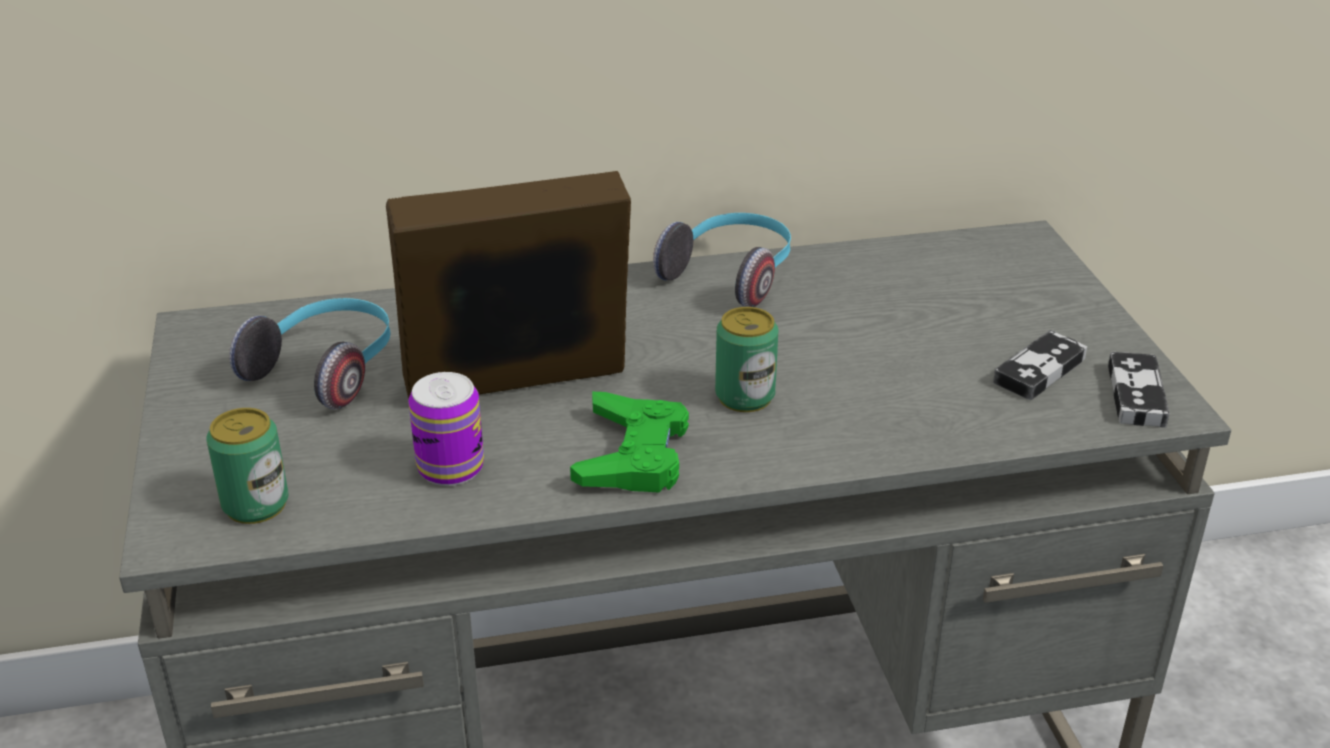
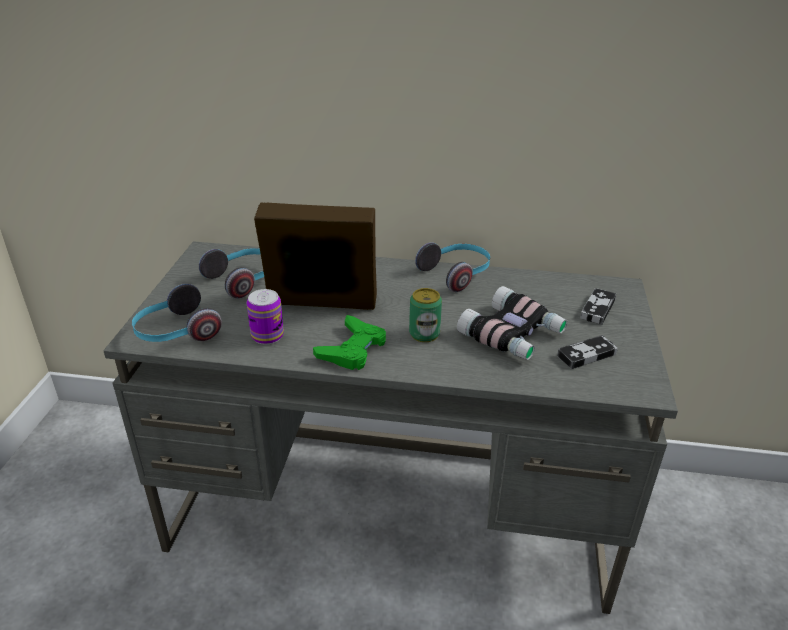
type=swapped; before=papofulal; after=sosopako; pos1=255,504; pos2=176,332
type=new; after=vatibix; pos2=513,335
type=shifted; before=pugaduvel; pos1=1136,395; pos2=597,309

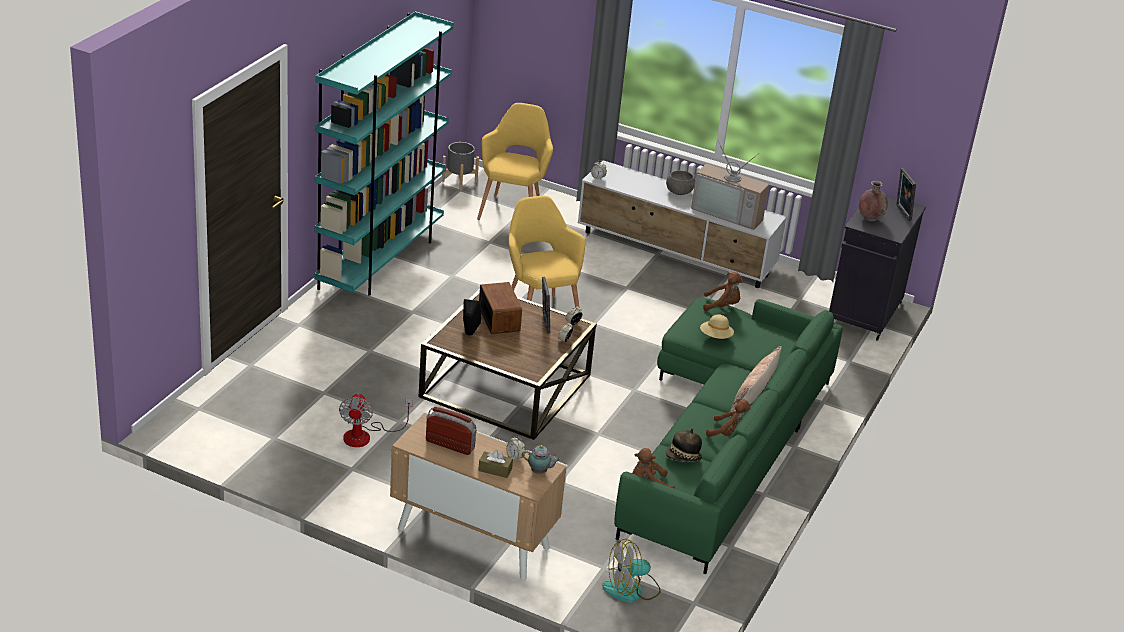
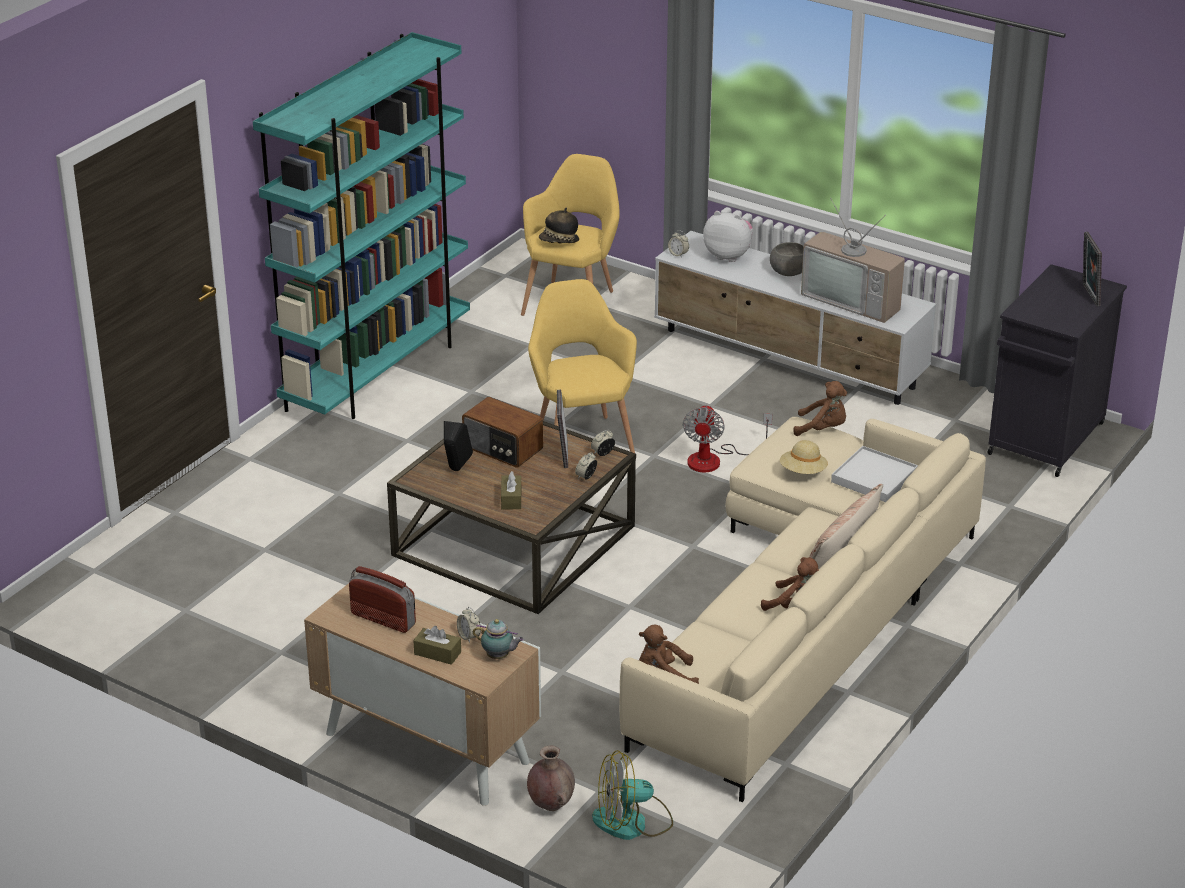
type=rotated; before=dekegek; pos1=500,319; pos2=502,449; turn=135
type=new; after=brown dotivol; pos2=511,499
type=shifted; before=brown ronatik; pos1=869,219; pos2=550,804
type=shifted; before=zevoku; pos1=683,457; pos2=559,241
type=repainted; before=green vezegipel; after=beige vezegipel; pos1=723,440; pos2=804,616
type=shifted; before=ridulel; pos1=365,436; pos2=714,459
type=new; after=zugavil; pos2=728,255
type=new; after=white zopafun; pos2=874,477
type=gone; before=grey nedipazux; pos1=459,181

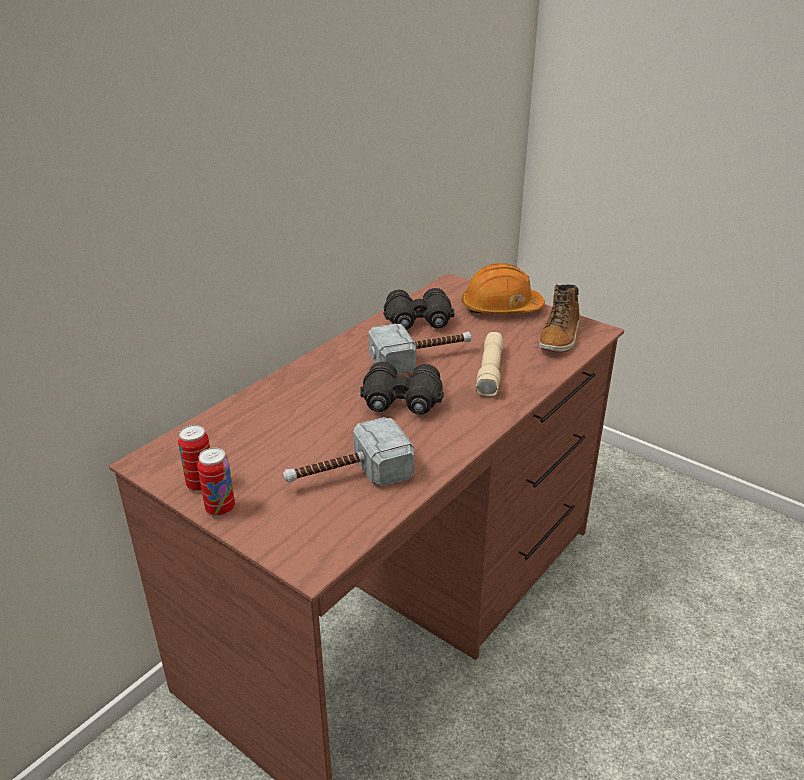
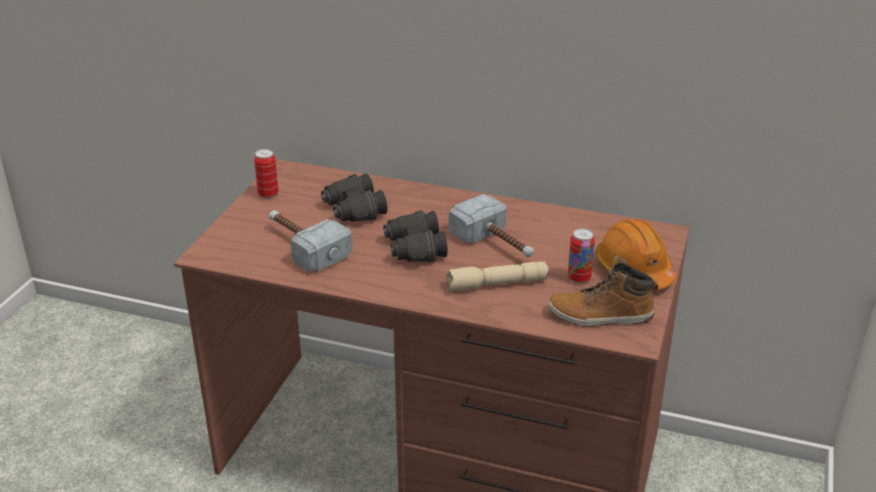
type=shifted; before=black vatibix; pos1=419,322; pos2=353,210
type=shifted; before=papofulal; pos1=220,509; pos2=579,278

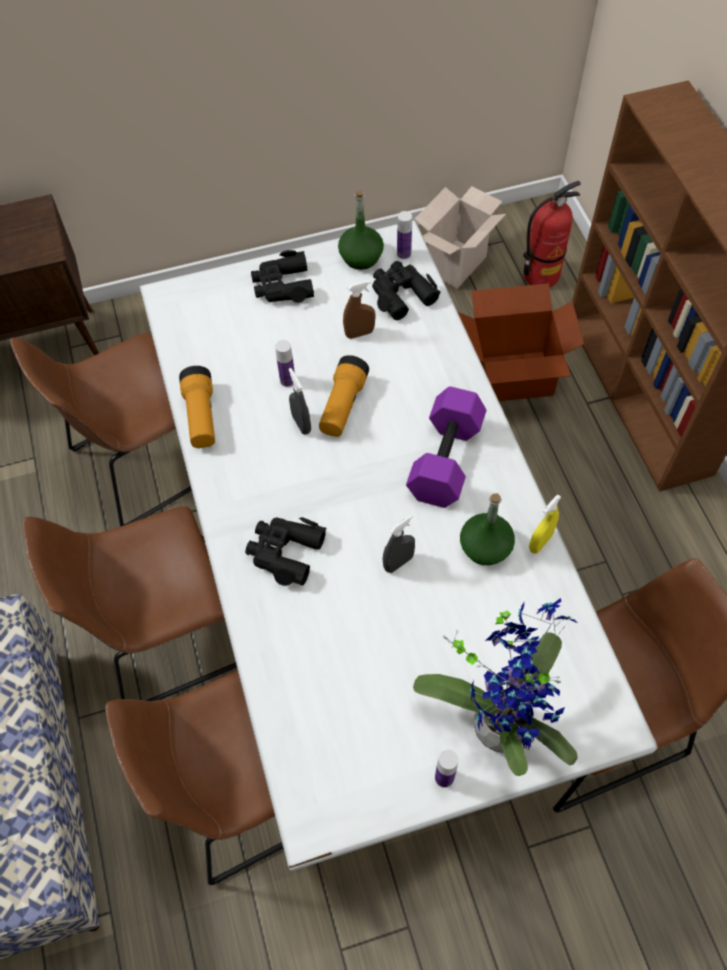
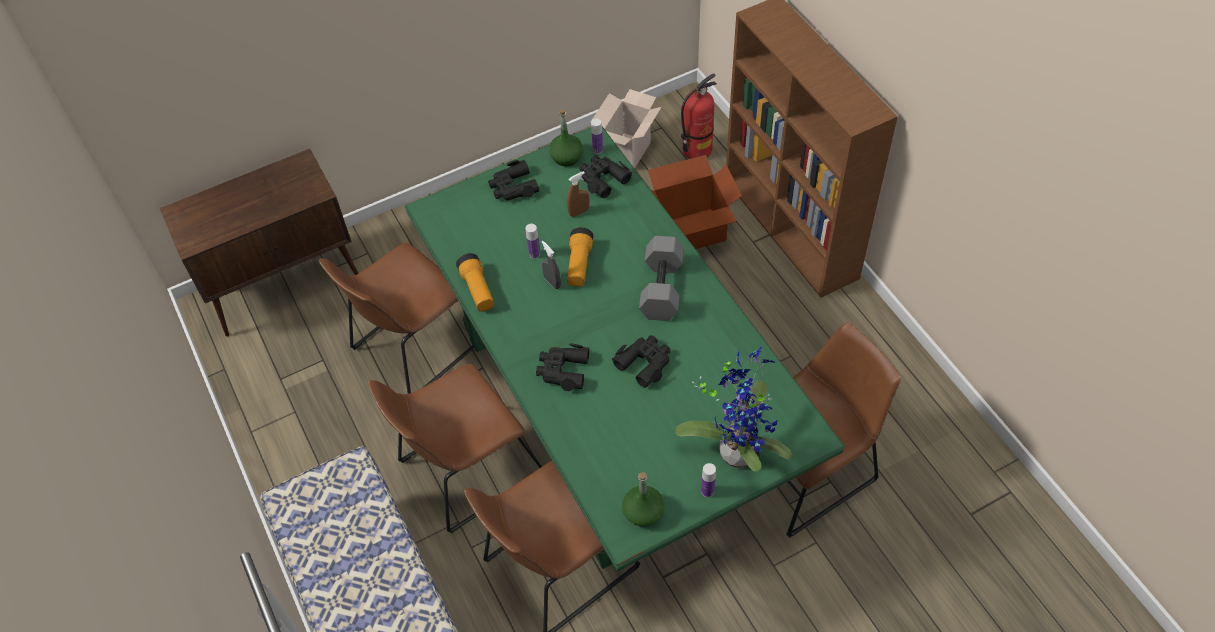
type=repainted; before=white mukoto; after=green mukoto; pos1=363,586; pos2=610,408
type=swapped; before=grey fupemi; after=black vatibix; pos1=398,562; pos2=644,362
type=shifted; before=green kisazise; pos1=485,547; pos2=643,512
type=repainted; before=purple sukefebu; after=grey sukefebu; pos1=447,461; pos2=663,289
type=gone; before=yellow fupemi; pos1=540,542

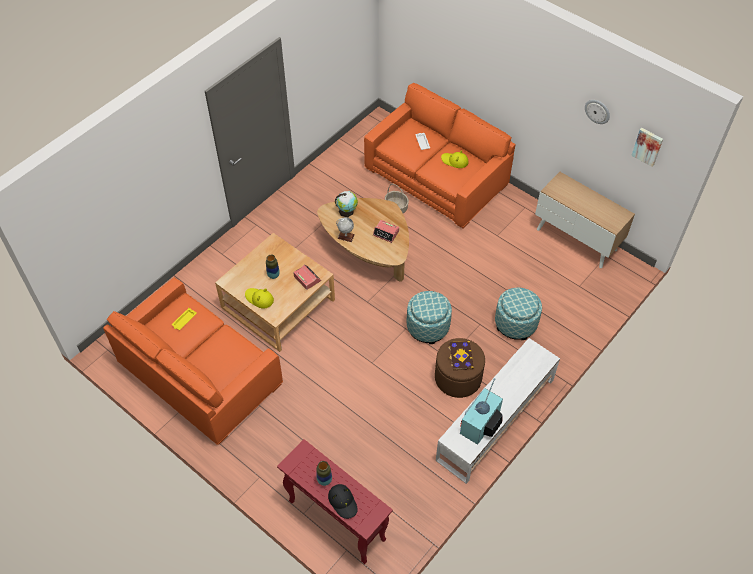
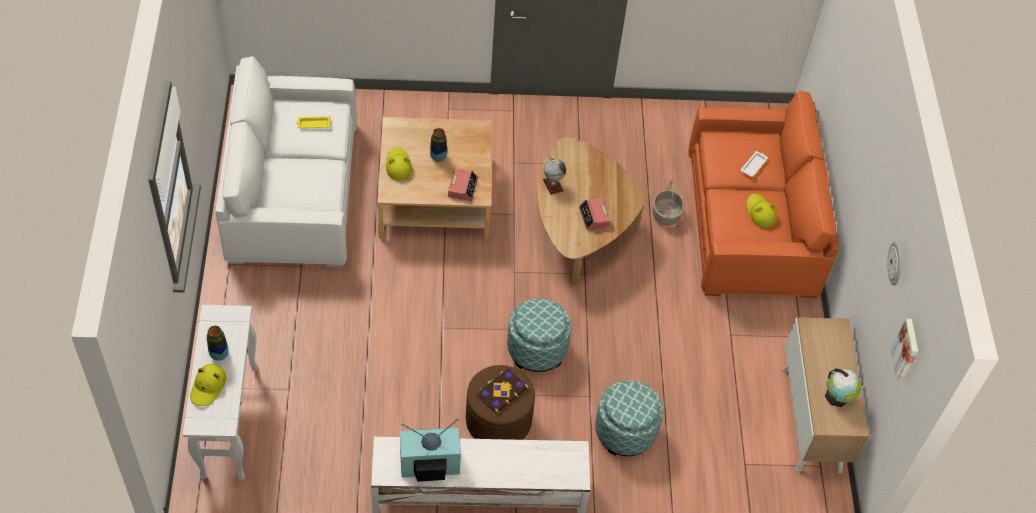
type=repainted; before=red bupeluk; after=white bupeluk; pos1=336,520; pos2=229,421
type=repainted; before=black zevoku; after=yellow zevoku; pos1=343,502; pos2=208,387
type=repainted; before=orange vezegipel; after=white vezegipel; pos1=199,373; pos2=292,191
type=shifted; before=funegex; pos1=347,211; pos2=838,397

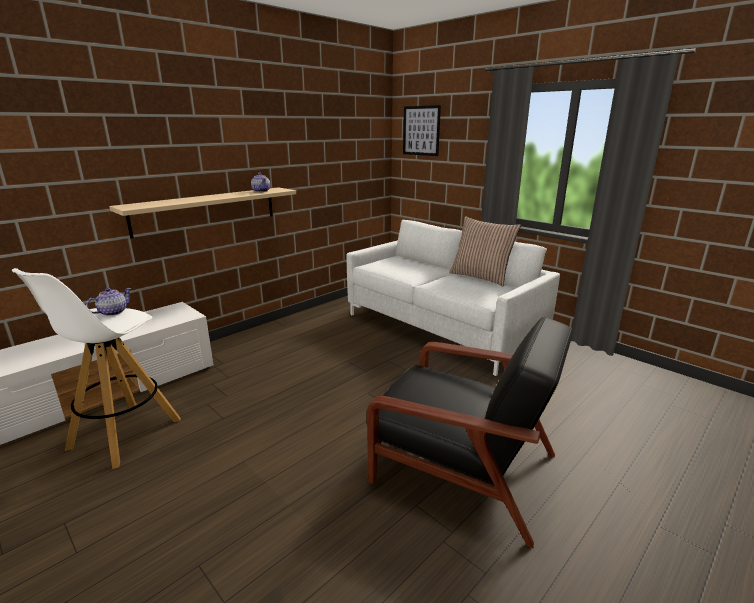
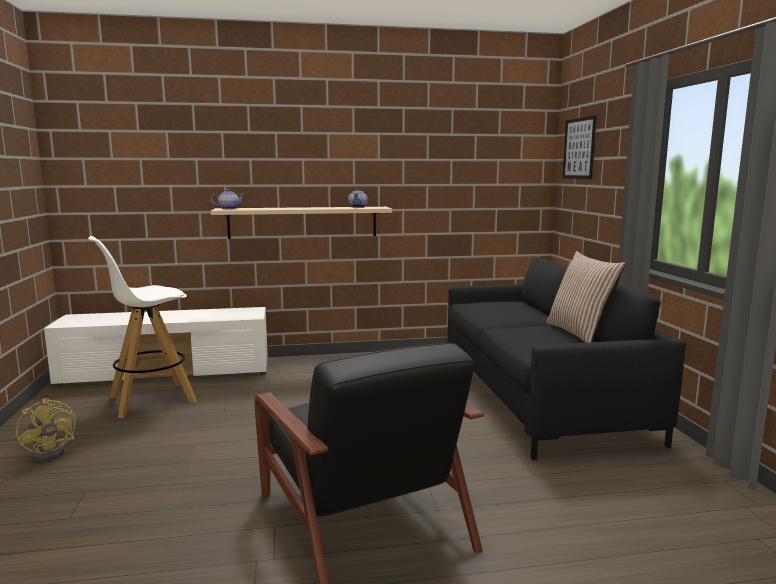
type=new; after=yellow ridulel; pos2=53,452
type=shifted; before=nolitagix; pos1=112,312; pos2=228,209
type=repainted; before=white vezegipel; after=black vezegipel; pos1=442,327; pos2=540,398

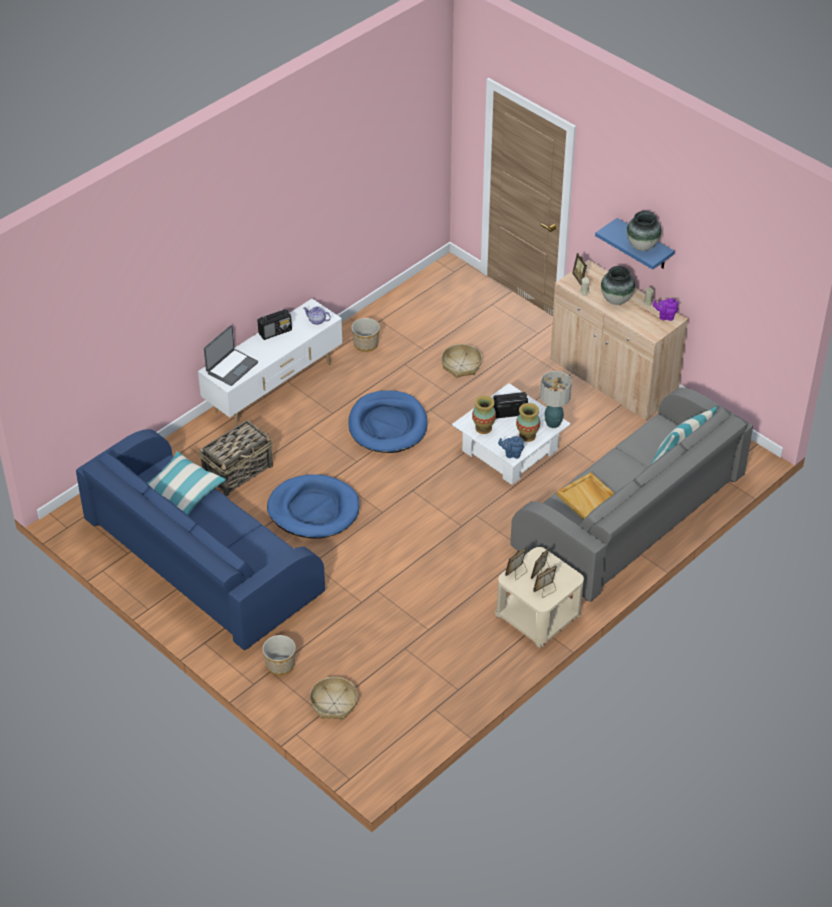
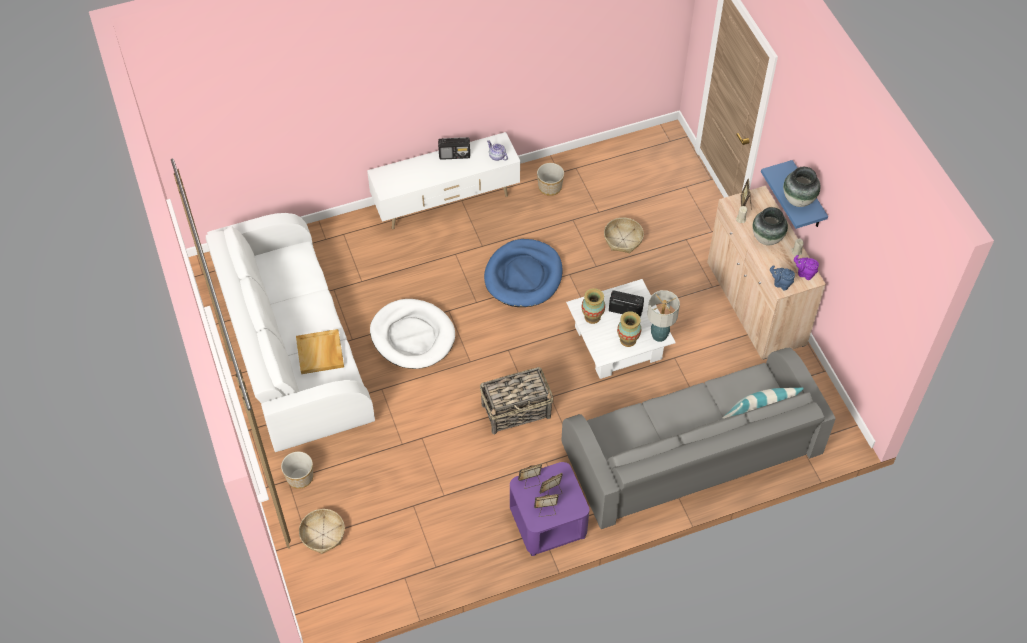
type=repainted; before=blue vezegipel; after=white vezegipel; pos1=201,559; pos2=292,347
type=shifted; before=beige zopafun; pos1=588,498; pos2=320,353
type=repainted; before=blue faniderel; after=white faniderel; pos1=313,510; pos2=412,336
type=shifted; before=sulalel; pos1=238,471; pos2=517,411
type=repainted; before=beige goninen; after=purple goninen; pos1=538,617; pos2=548,523
type=shifted; before=blue nolitagix; pos1=512,454; pos2=781,284
type=gone; before=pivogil; pos1=182,492
type=gone; before=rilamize; pos1=231,367

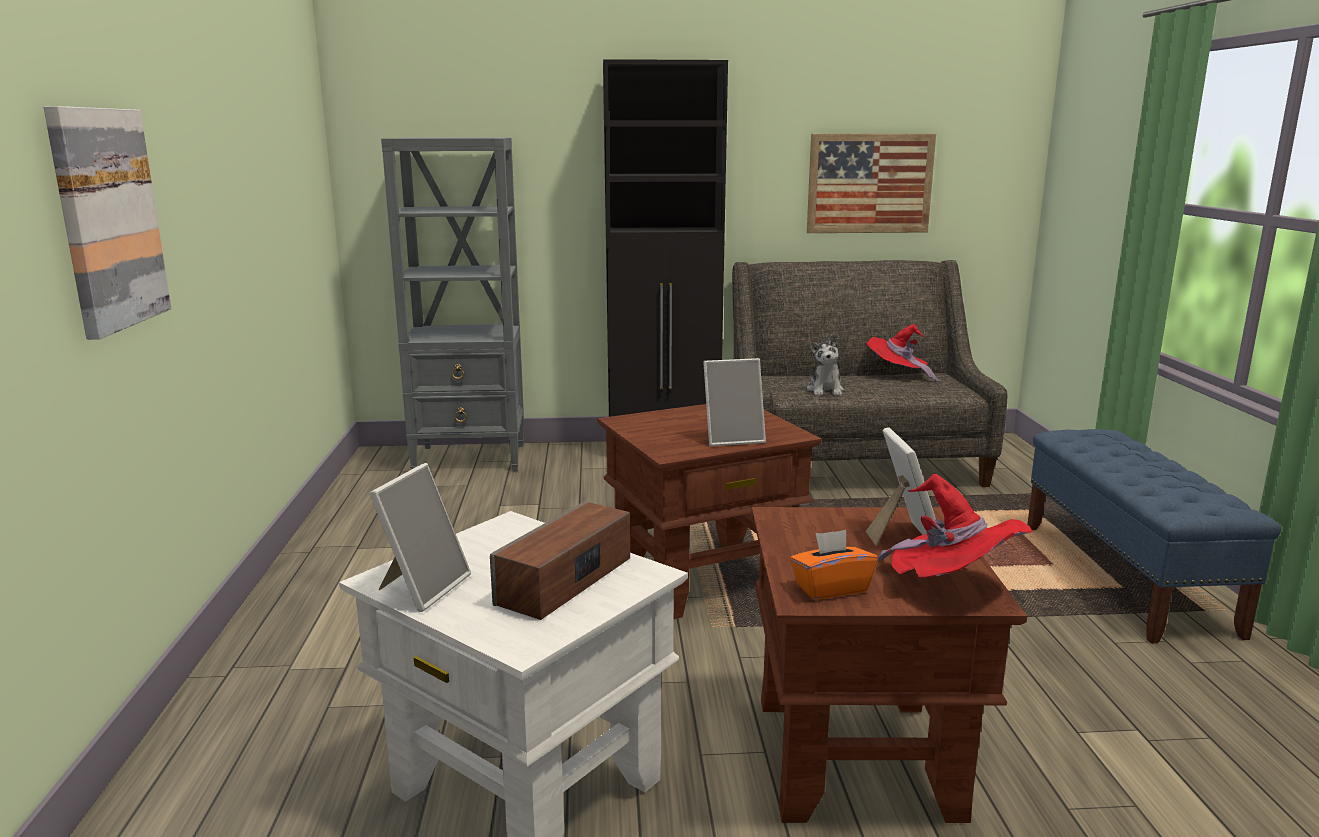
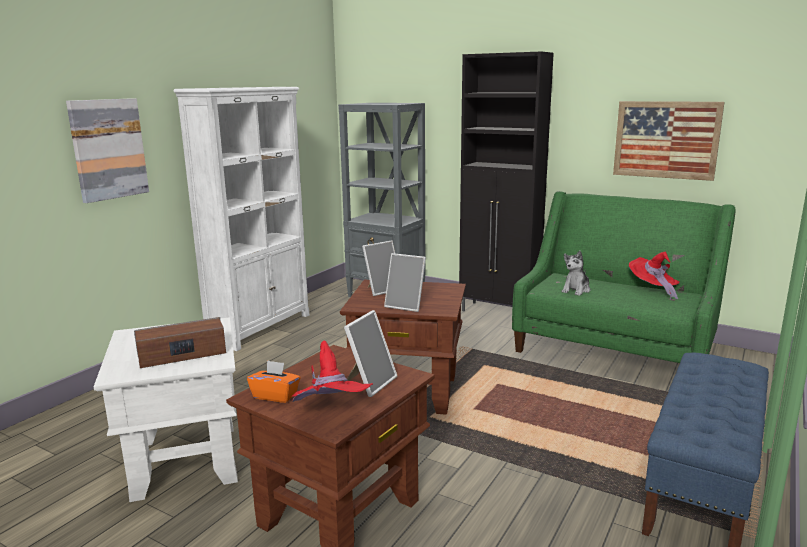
type=new; after=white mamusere; pos2=261,328
type=shifted; before=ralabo; pos1=422,588; pos2=382,290
type=repainted; before=grey vezegipel; after=green vezegipel; pos1=853,463; pos2=613,349

